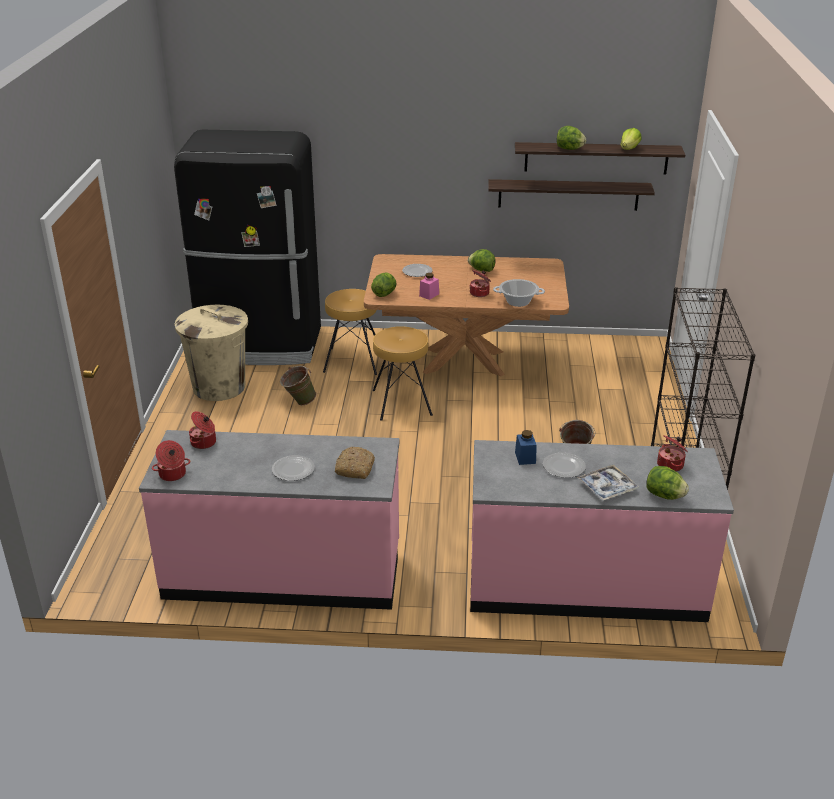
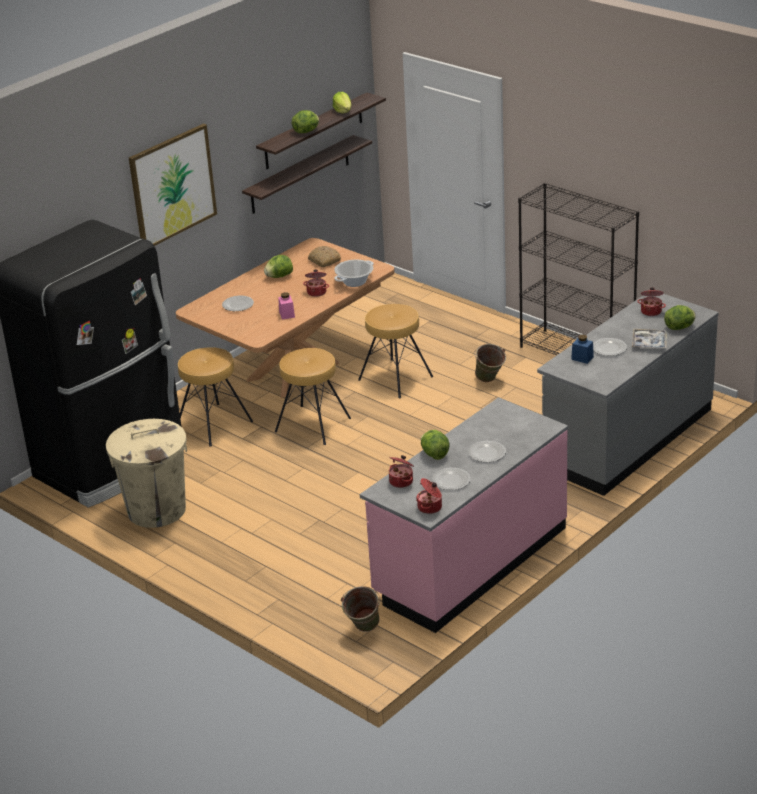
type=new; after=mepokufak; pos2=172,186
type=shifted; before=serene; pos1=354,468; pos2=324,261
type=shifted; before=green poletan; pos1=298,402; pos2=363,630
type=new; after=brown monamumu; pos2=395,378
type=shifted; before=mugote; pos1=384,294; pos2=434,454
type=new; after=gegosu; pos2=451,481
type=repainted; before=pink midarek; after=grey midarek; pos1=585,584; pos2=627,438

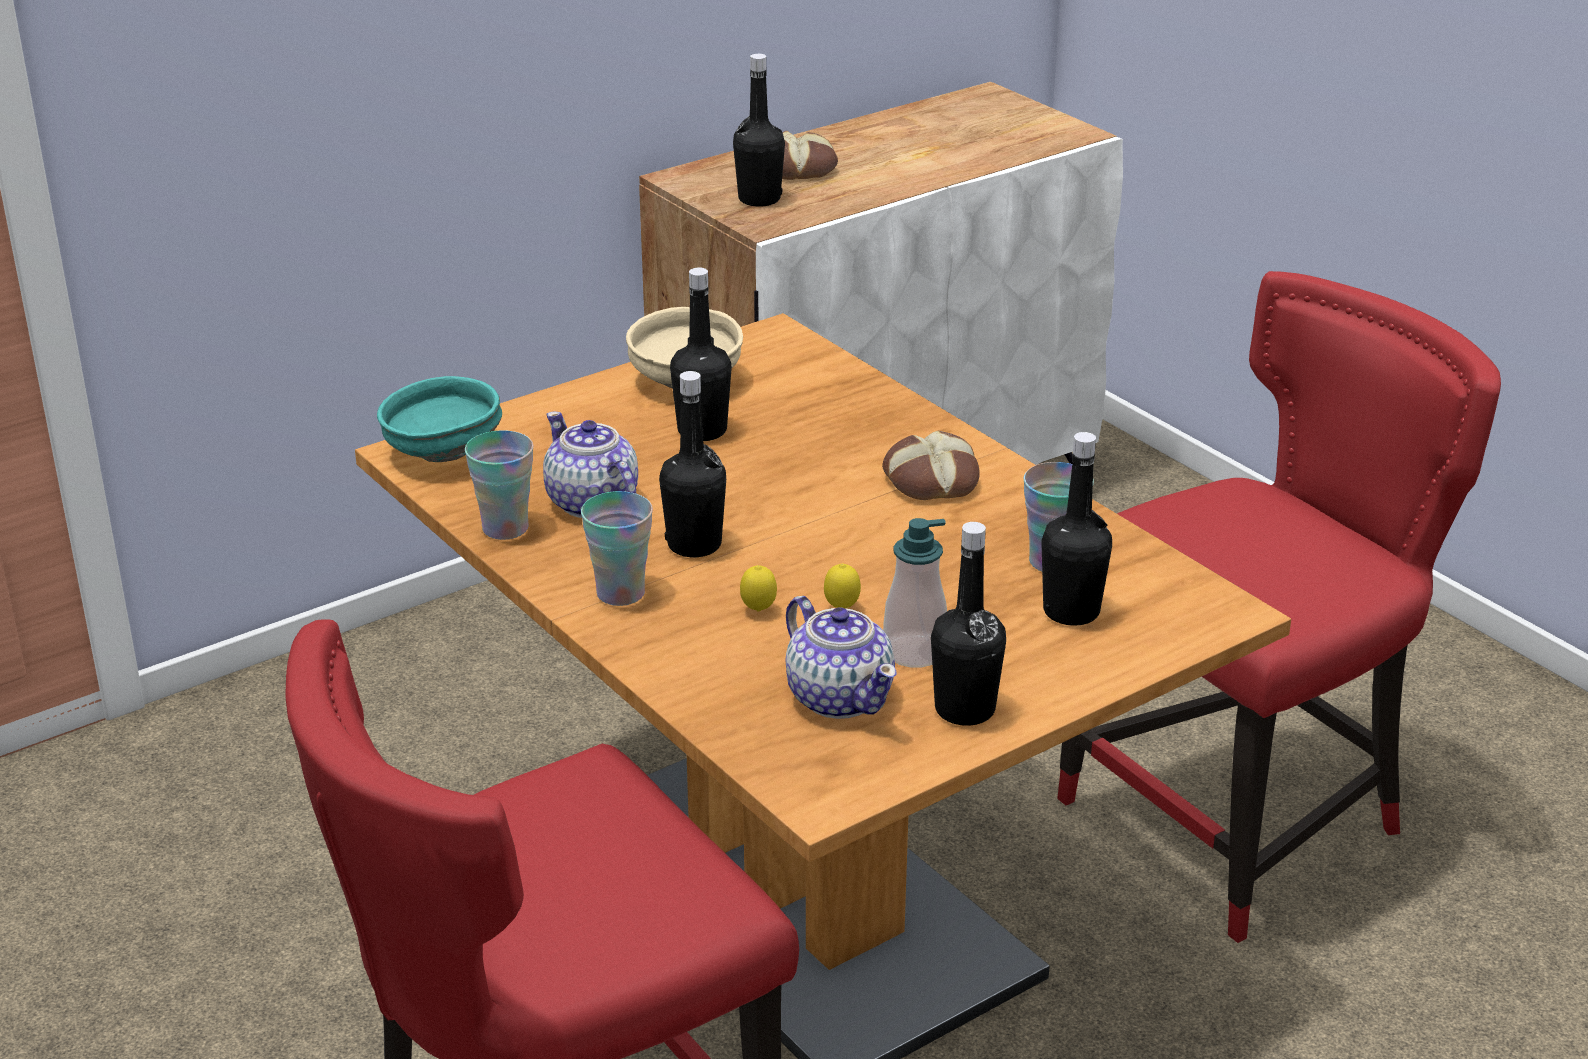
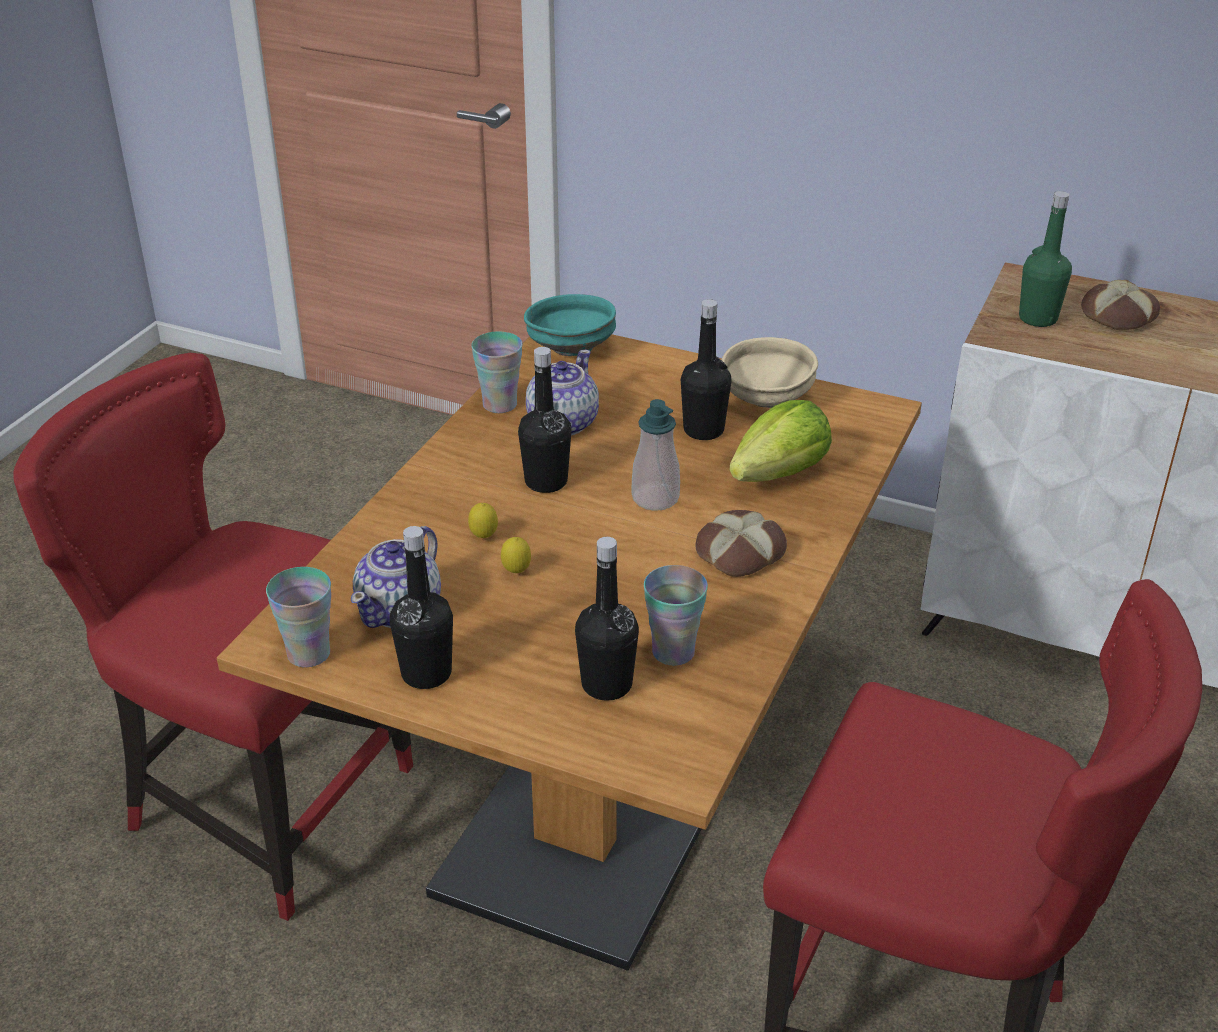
type=shifted; before=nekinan; pos1=620,593; pos2=309,654
type=shifted; before=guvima; pos1=914,651; pos2=655,498
type=new; after=mugote; pos2=780,474
type=repainted; before=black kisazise; after=green kisazise; pos1=759,199; pos2=1037,318

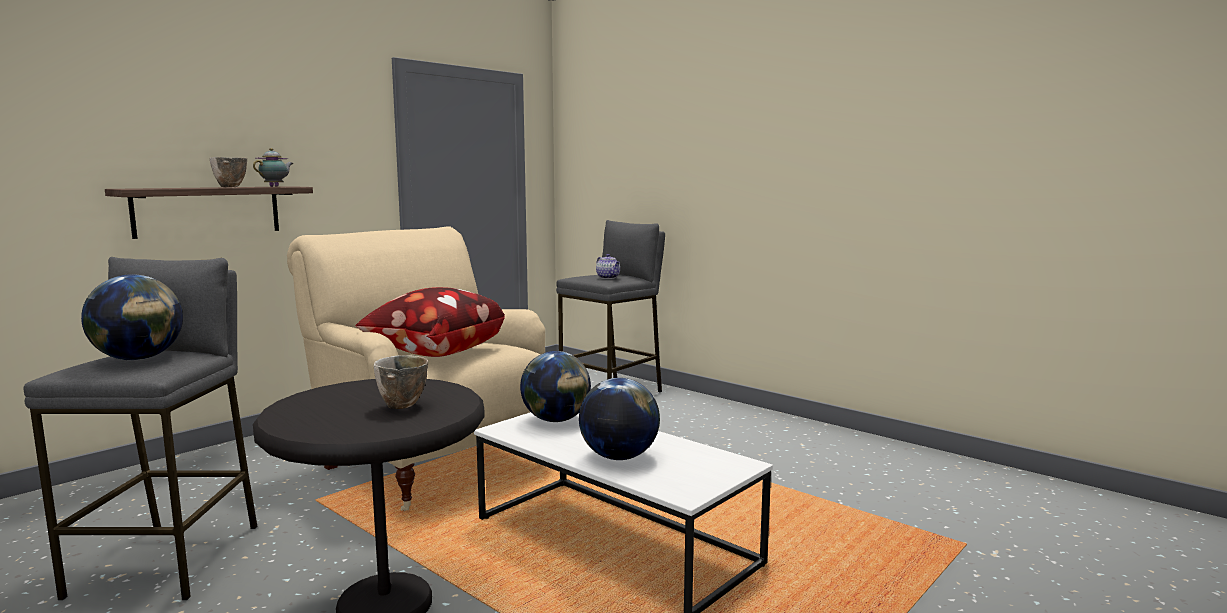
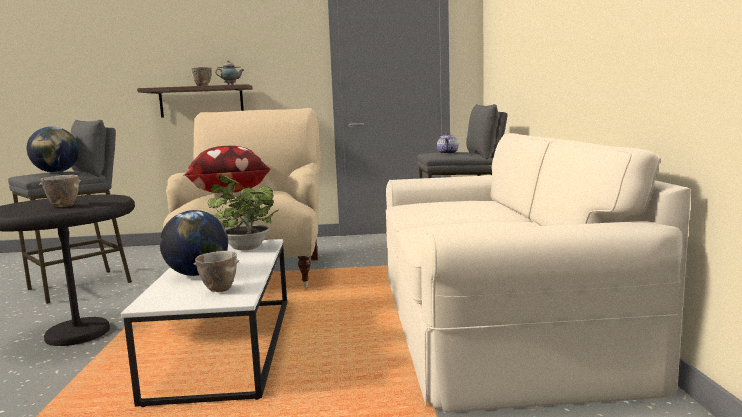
type=new; after=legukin; pos2=217,290
type=swapped; before=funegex; after=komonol; pos1=556,420; pos2=244,247
type=new; after=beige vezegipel; pos2=493,322

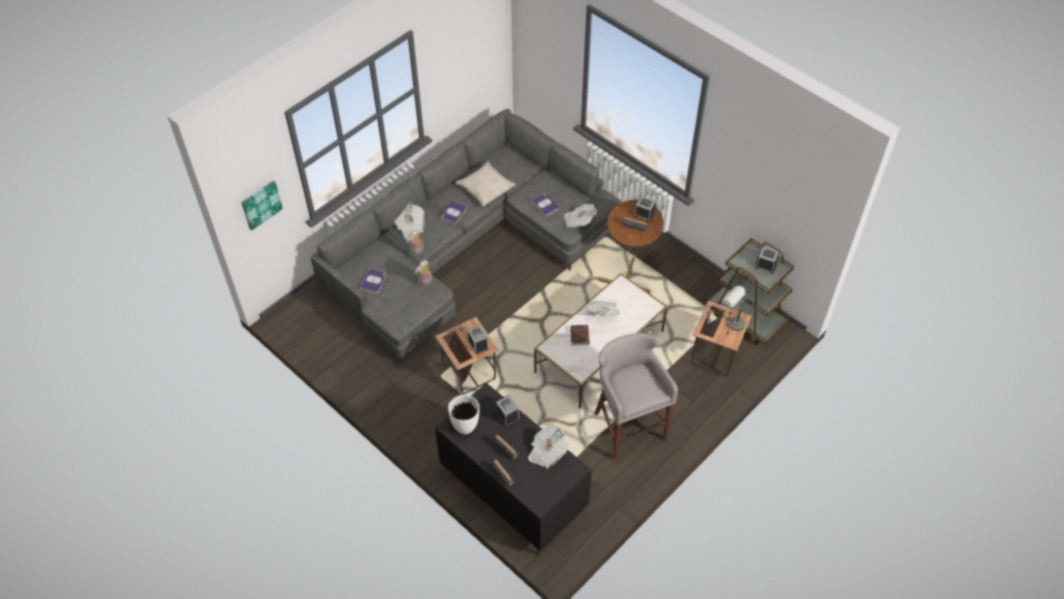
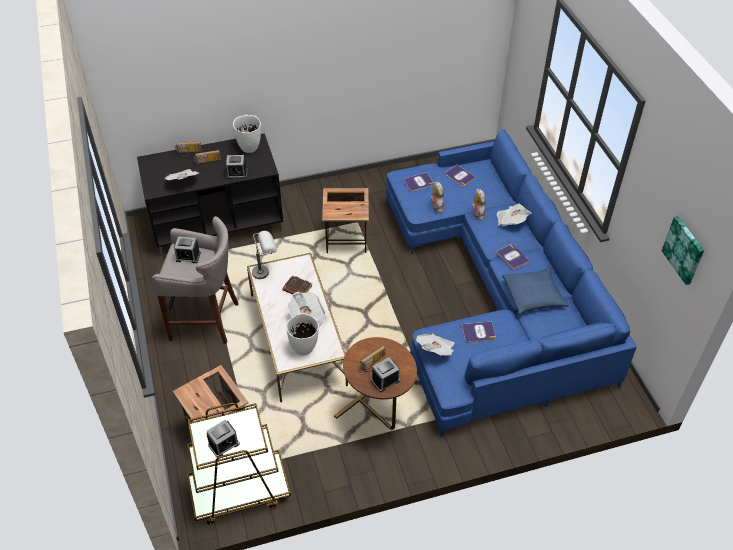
type=shifted; before=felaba; pos1=478,344; pos2=188,256
type=shifted; before=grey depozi; pos1=731,321; pos2=266,271
type=new; after=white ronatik; pos2=304,348
type=repainted; before=grey vezegipel; after=blue vezegipel; pos1=466,246; pos2=495,296
type=new; after=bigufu; pos2=418,182
type=repainted; before=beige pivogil; after=blue pivogil; pos1=485,188; pos2=533,295
type=shifted; before=mepokufak; pos1=261,204; pos2=684,250

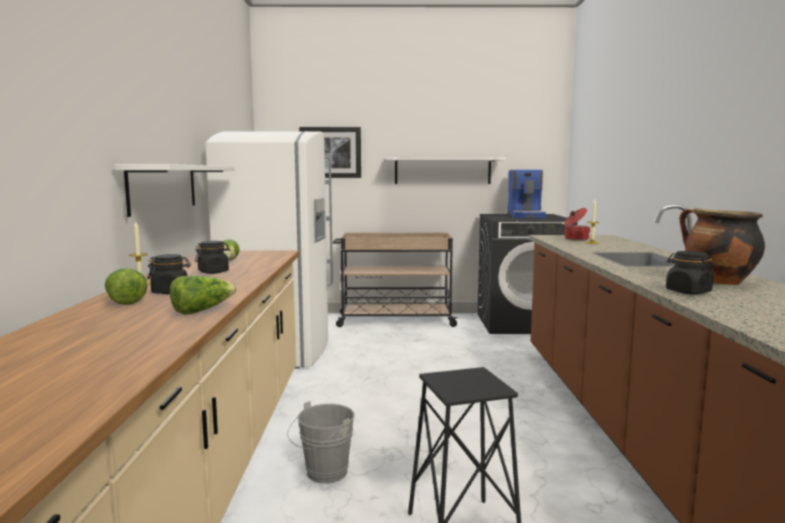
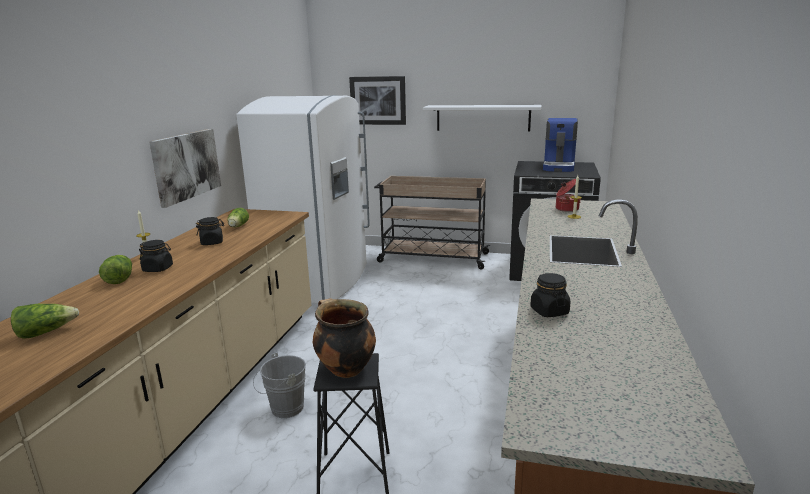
type=shifted; before=mugote; pos1=202,310; pos2=46,332
type=swapped; before=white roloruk; after=mepokufak; pos1=163,187; pos2=186,165
type=shifted; before=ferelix; pos1=717,282; pos2=344,369

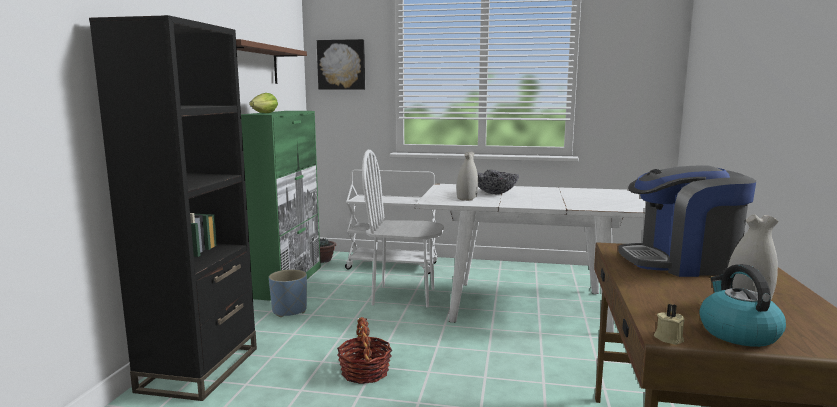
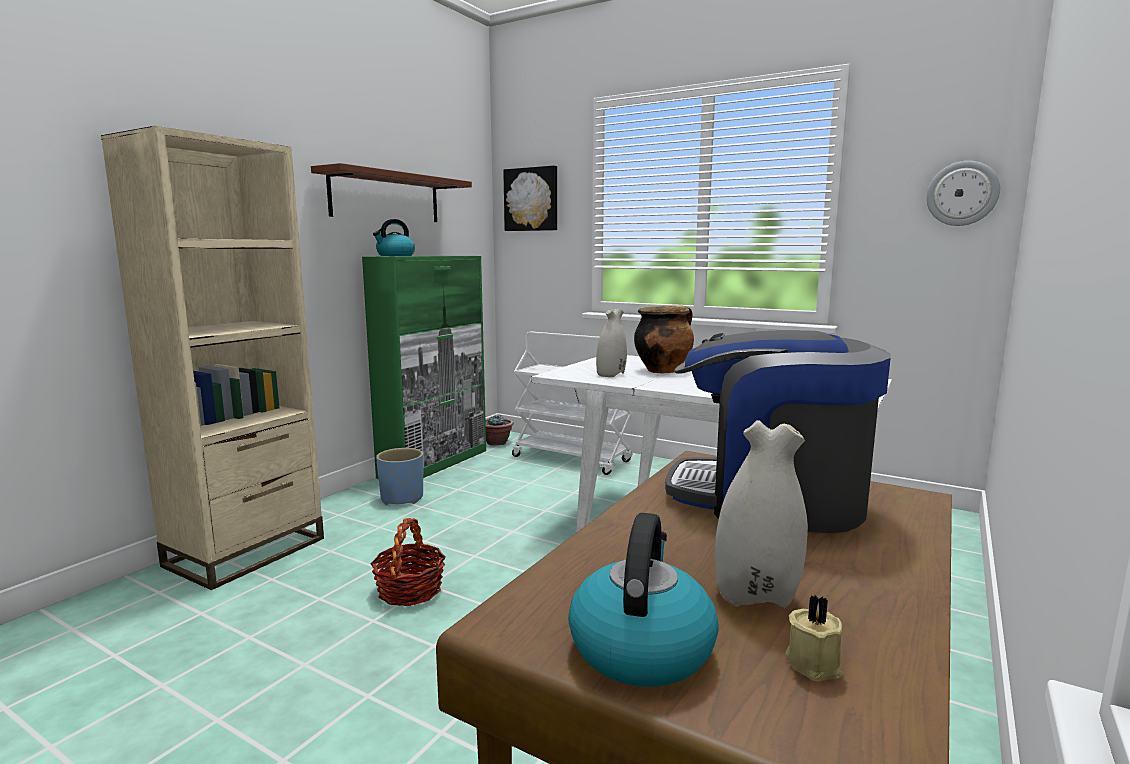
type=repainted; before=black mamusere; after=beige mamusere; pos1=200,369; pos2=246,552
type=swapped; before=mugote; after=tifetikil; pos1=264,113; pos2=395,256
type=swapped; before=legukin; after=ferelix; pos1=495,193; pos2=663,370
type=shifted; before=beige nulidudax; pos1=668,338; pos2=814,663
type=new; after=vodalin; pos2=962,193
type=gone; before=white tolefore; pos1=404,296

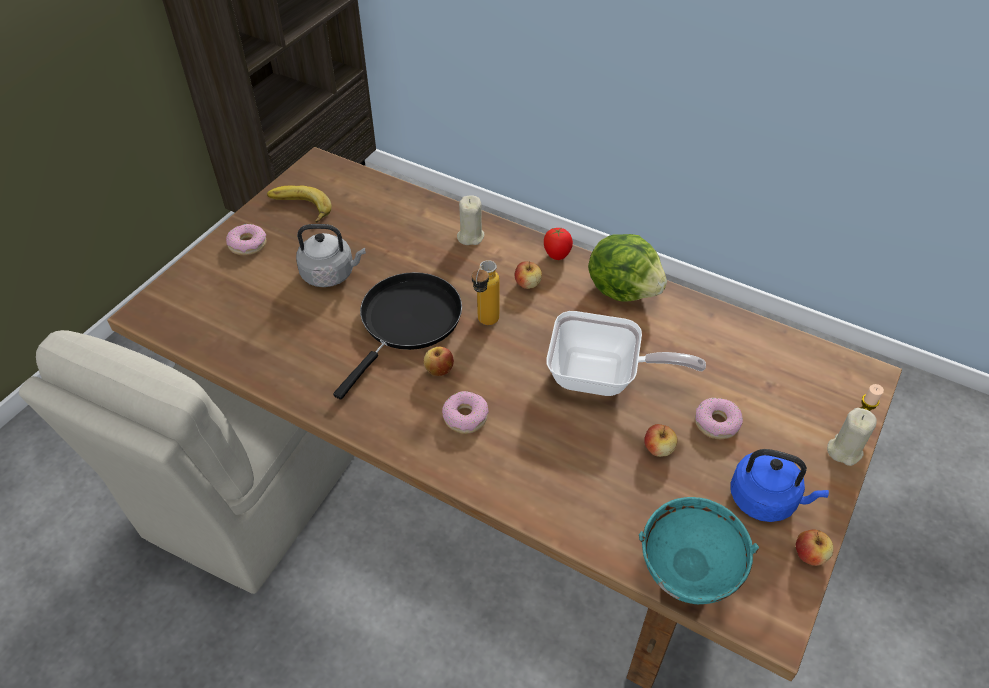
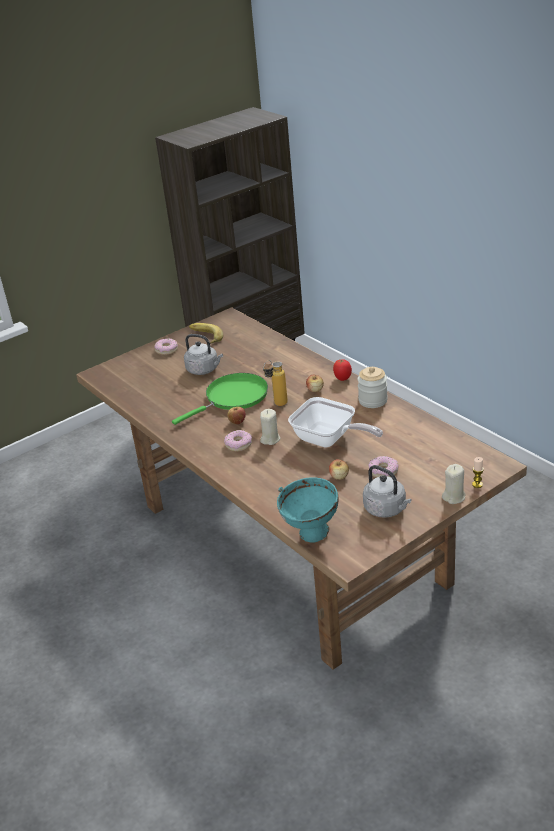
type=repainted; before=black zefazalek; after=green zefazalek; pos1=407,322; pos2=233,398
type=shifted; before=beige nulidudax; pos1=470,236; pos2=270,439
type=swapped; before=mugote; after=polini; pos1=623,289; pos2=373,400
type=repainted; before=blue tifetikil; after=grey tifetikil; pos1=766,499; pos2=386,509
type=gone; before=beige tolefore; pos1=248,498
type=gone; before=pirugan; pos1=809,555

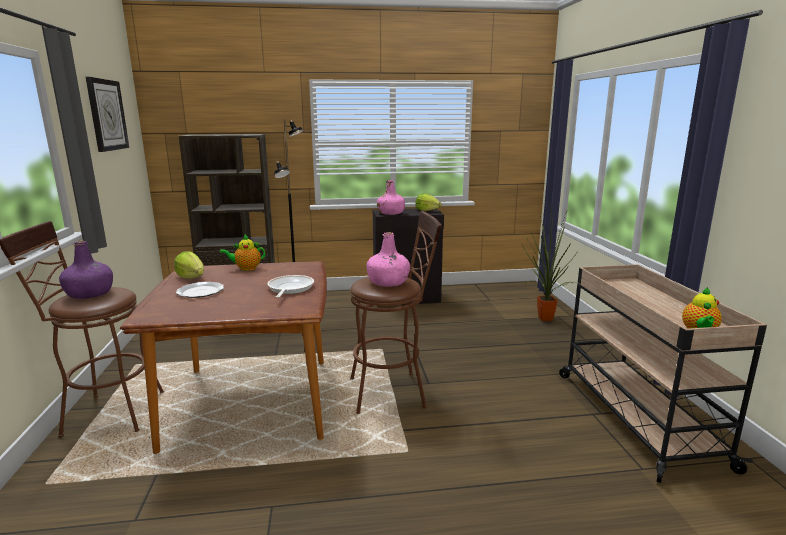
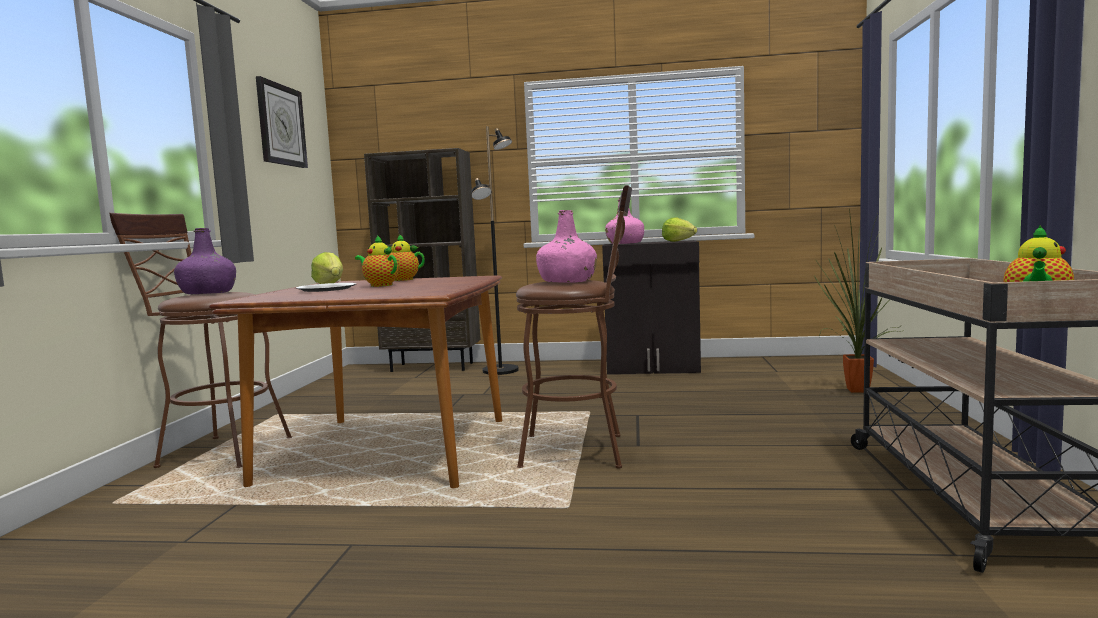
type=new; after=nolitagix; pos2=379,285
type=gone; before=zefazalek; pos1=289,288

